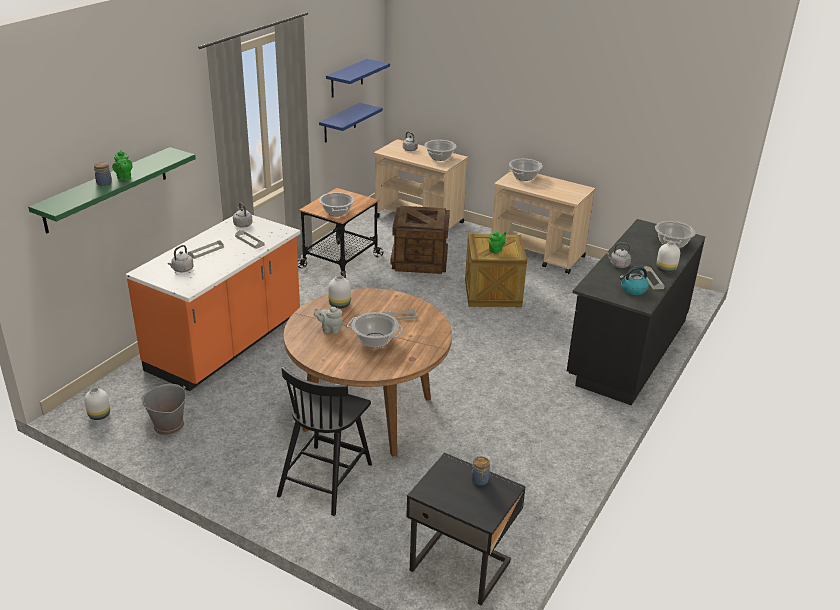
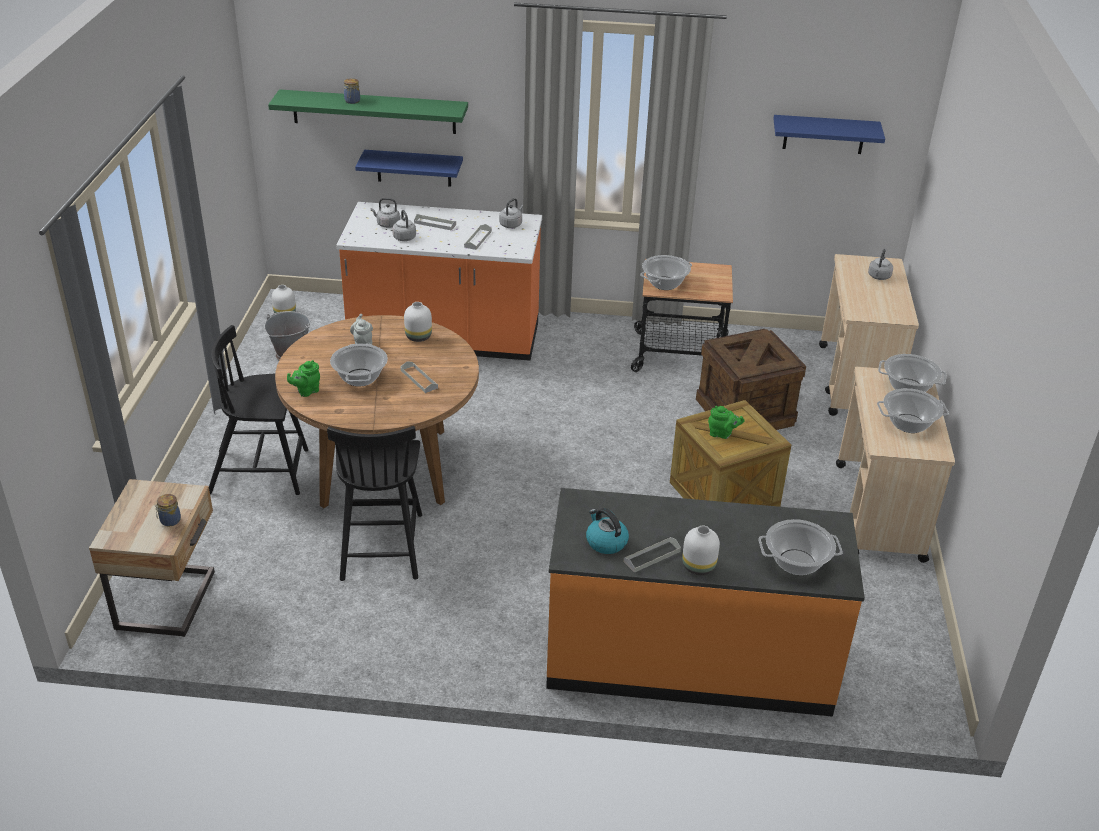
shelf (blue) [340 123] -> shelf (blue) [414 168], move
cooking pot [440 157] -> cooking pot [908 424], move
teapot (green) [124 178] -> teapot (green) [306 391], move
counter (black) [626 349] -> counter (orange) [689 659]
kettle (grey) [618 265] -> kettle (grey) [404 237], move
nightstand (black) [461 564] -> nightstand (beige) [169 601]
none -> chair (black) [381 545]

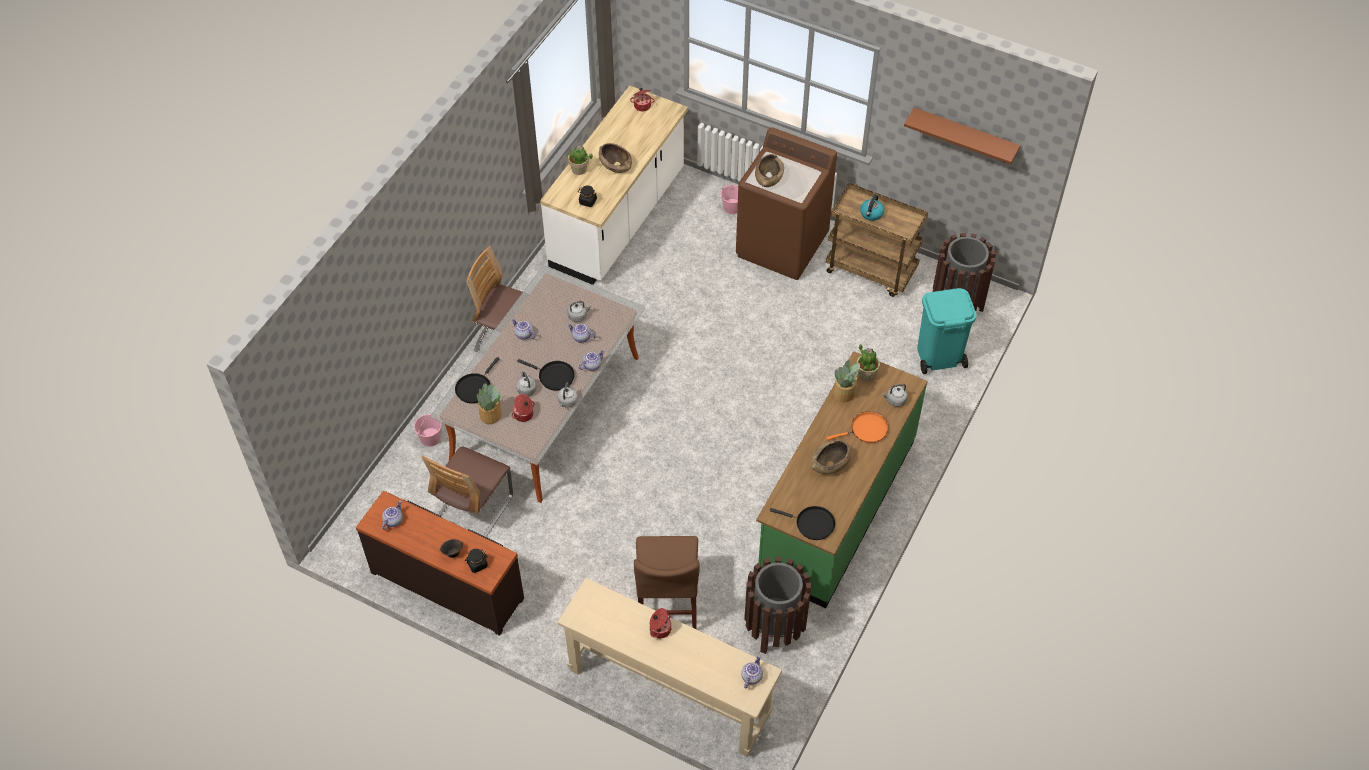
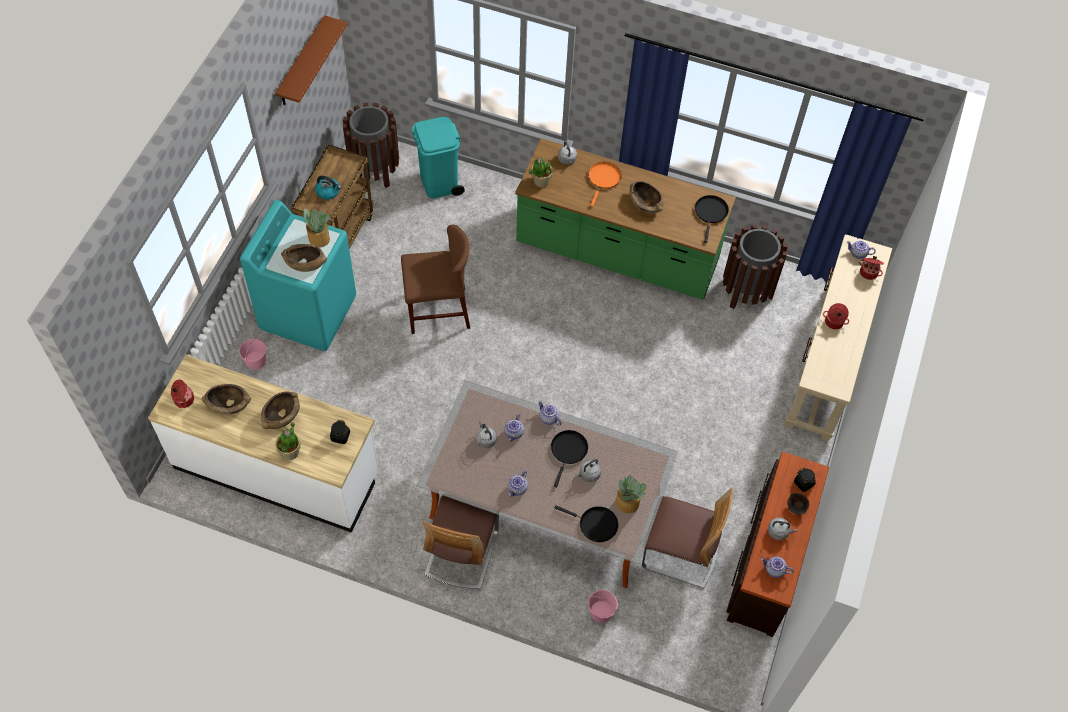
washing machine (brown) [782 245] -> washing machine (turquoise) [308 312]
potted plant [845 393] -> potted plant [318 238], move
kettle (grey) [567 402] -> kettle (grey) [779 532], move
cooking pot [524 415] -> cooking pot [869 272], move
frying pan (orange) [866 430] -> frying pan (orange) [603 179], 45 degrees clockwise
chair (brown) [667 604] -> chair (brown) [438 310], move
none -> bowl (brown) [228 404]

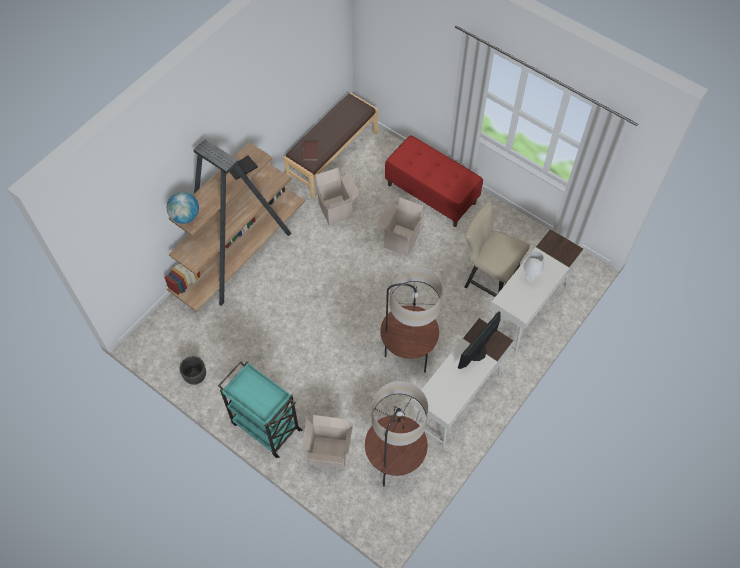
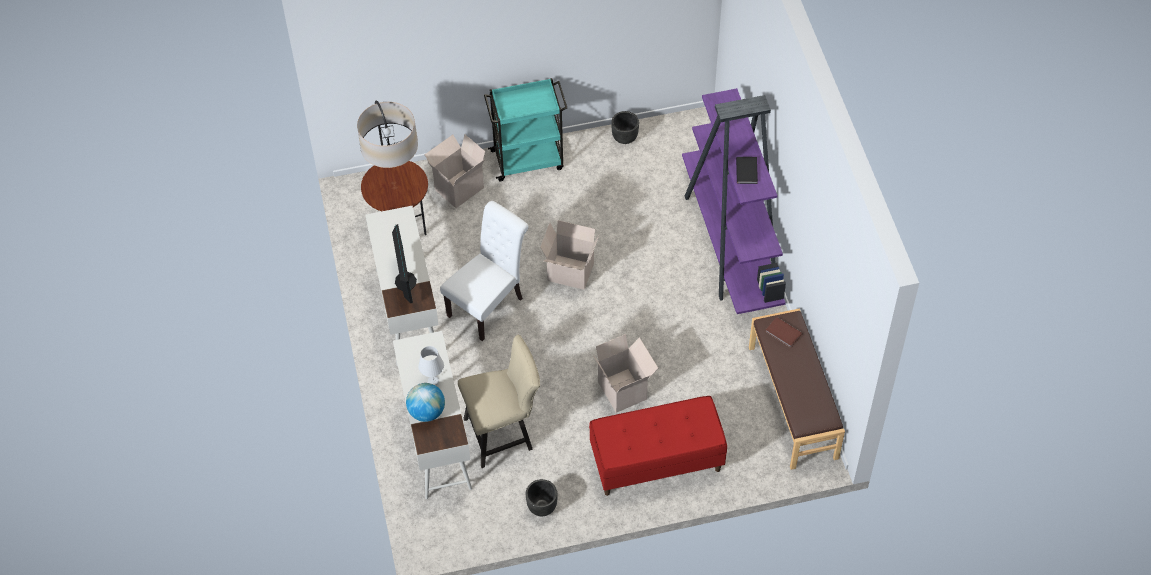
bookcase (brown) [240 255] -> bookcase (purple) [731 243]
cardboard box [336 210] -> cardboard box [569 273], move
globe [185 216] -> globe [426 412], move
floor lamp [407 356] -> chair (white) [489 304]
none -> planter (black) [541 507]

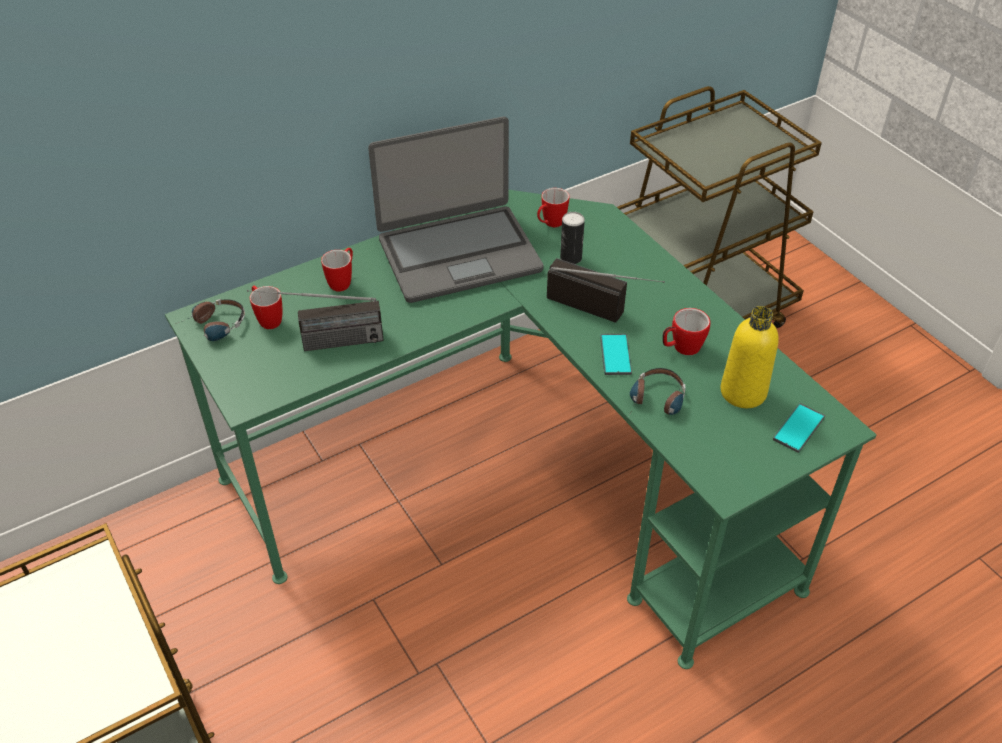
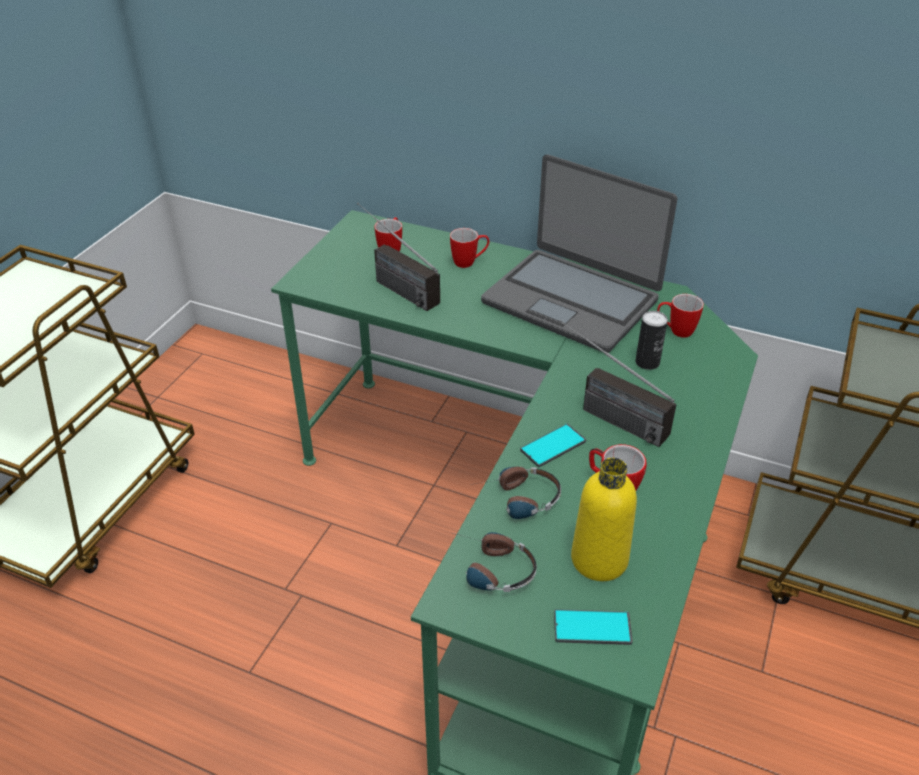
radio [605 310] -> radio [603 413], 135 degrees clockwise
headphones [211 328] -> headphones [489 569], move

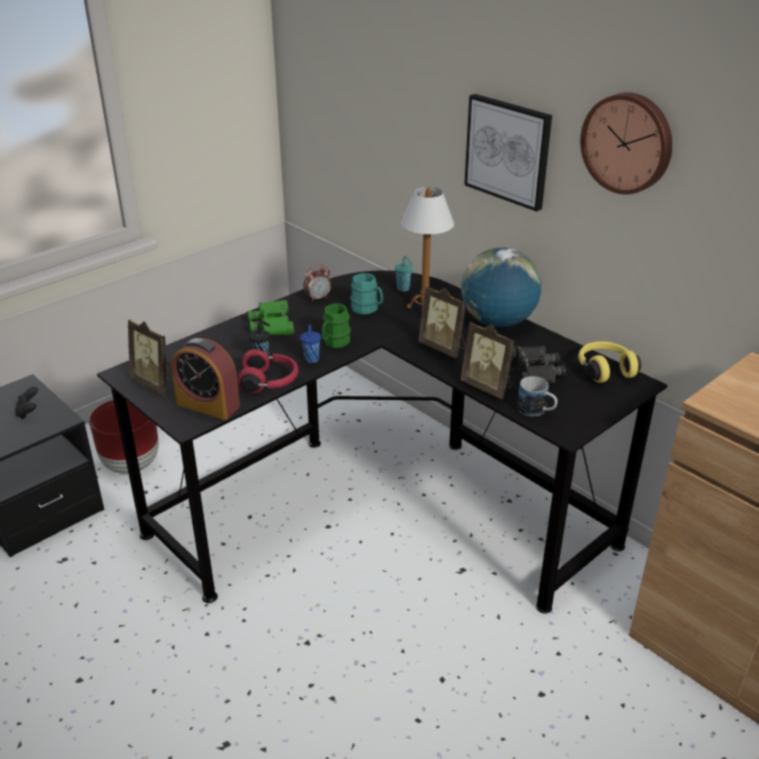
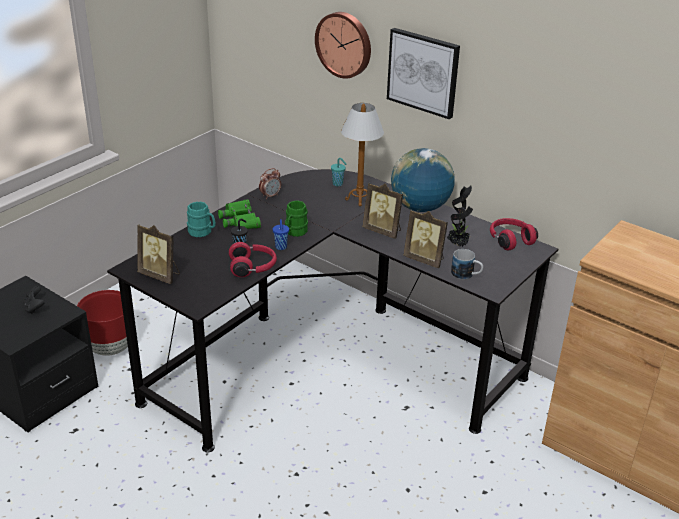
wall clock [628 142] -> wall clock [344 44], move
mug (turquoise) [367 309] -> mug (turquoise) [202 232], move
alarm clock [208 405] -> none
headphones (yellow) [604 370] -> headphones (red) [510 240]
binoculars (black) [535 371] -> potted plant [458 245]

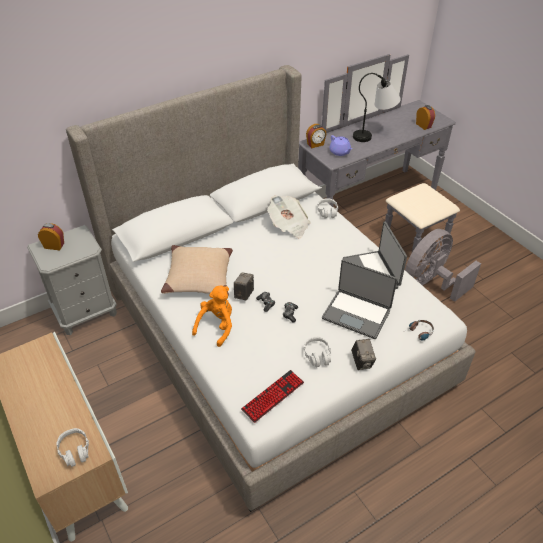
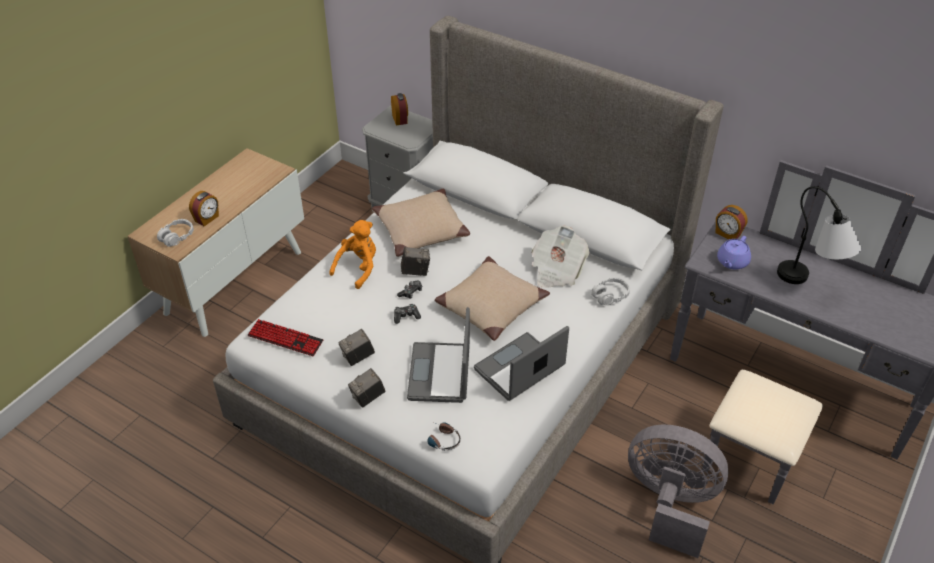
alarm clock [423 125] -> alarm clock [207 219], move
plush toy (orange) [217 326] -> plush toy (orange) [358 268], 60 degrees counterclockwise
headphones (grey) [317 355] -> photo camera [358 357]
none -> pillow (beige) [491 305]

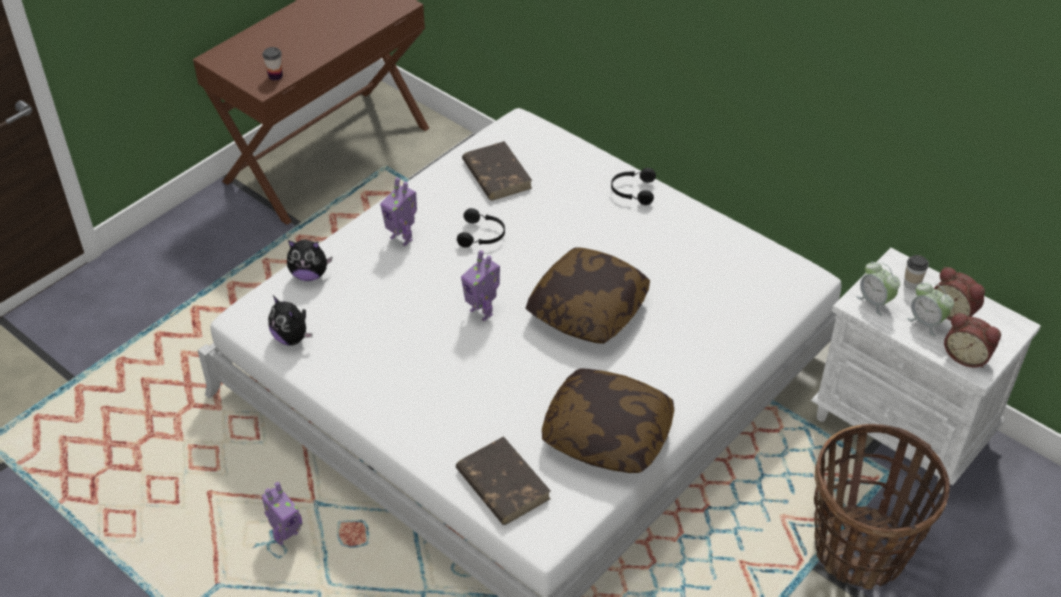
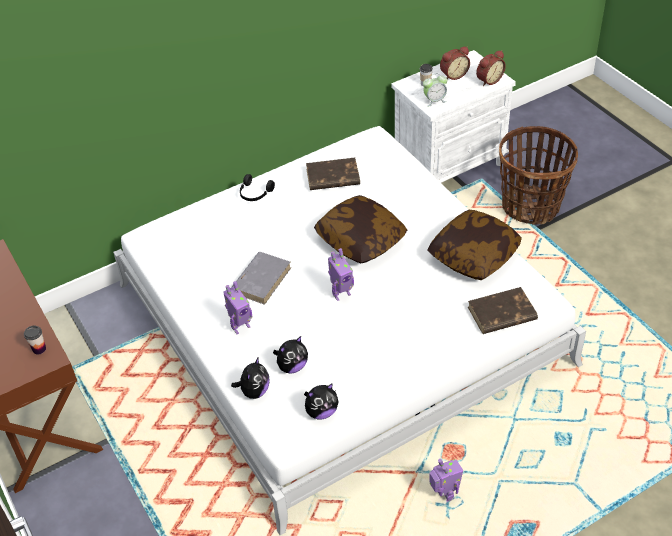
book (brown) [496 174] -> book (brown) [332 177], move
headphones (black) [482 235] -> book (grey) [261 279]
alarm clock [926 322] -> none
none -> plush toy [292 366]

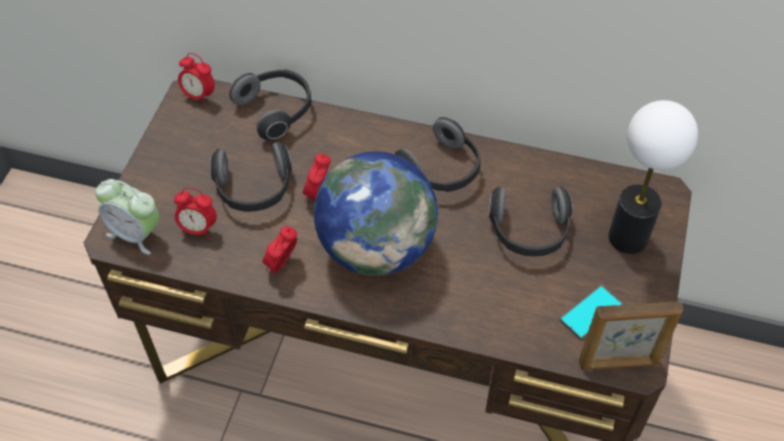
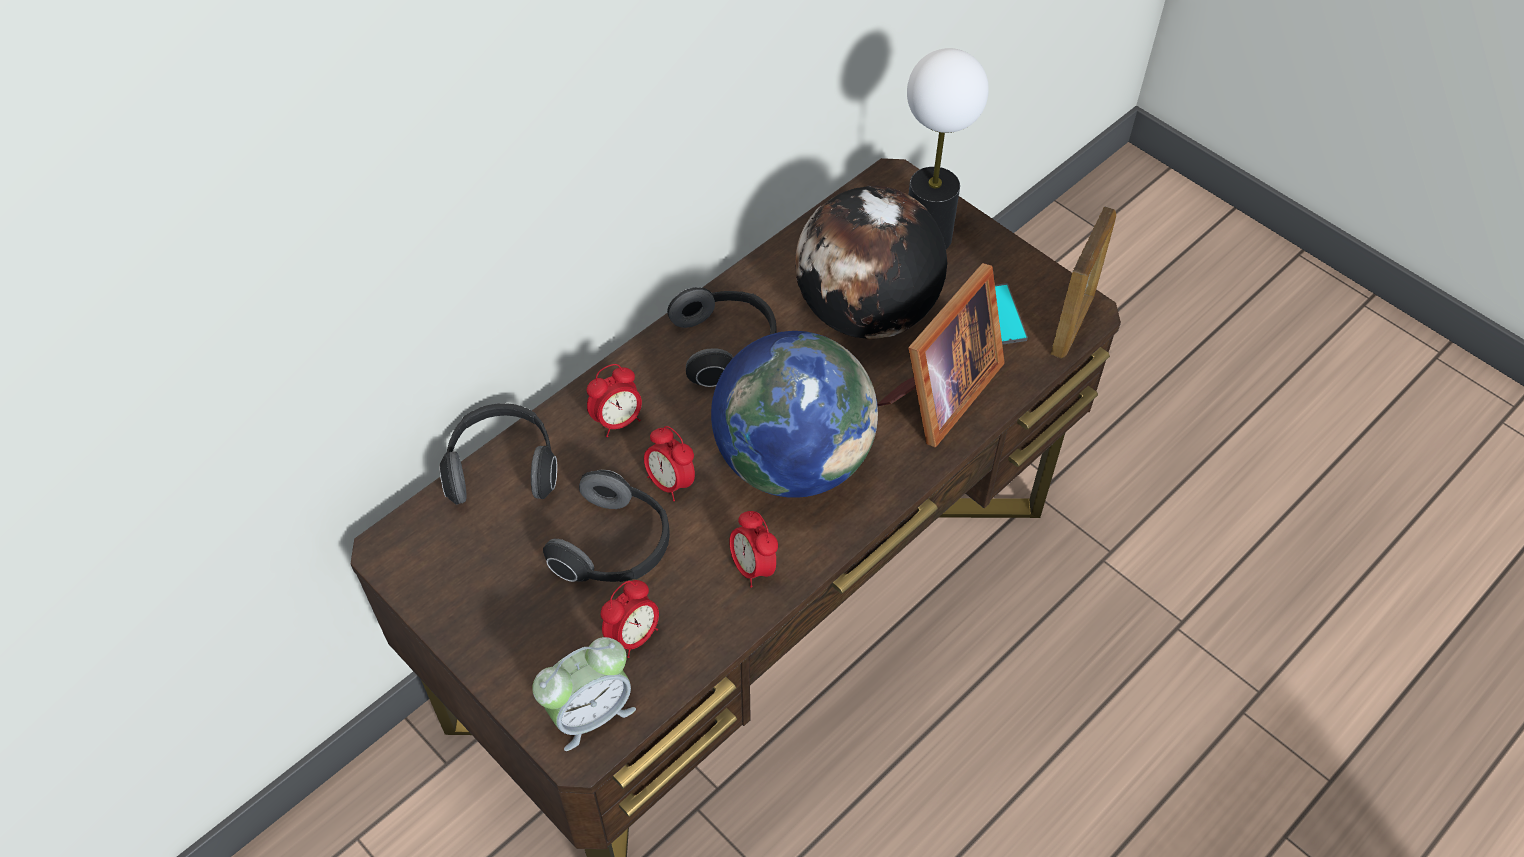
alarm clock [199 95] -> alarm clock [617 421], move
headphones [529 232] -> globe [866 313]
none -> picture frame [938 394]

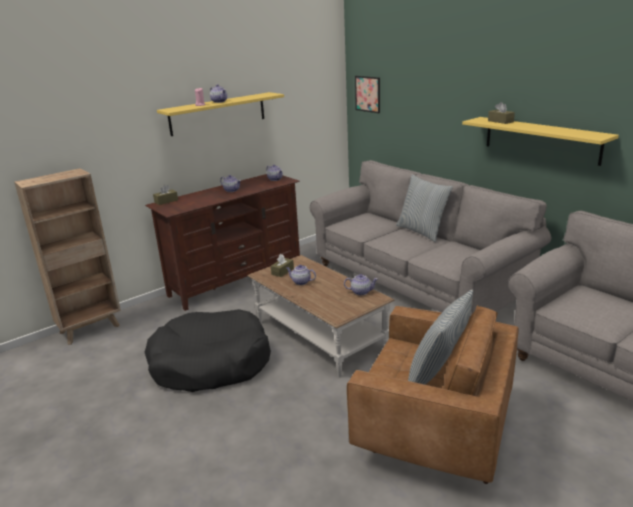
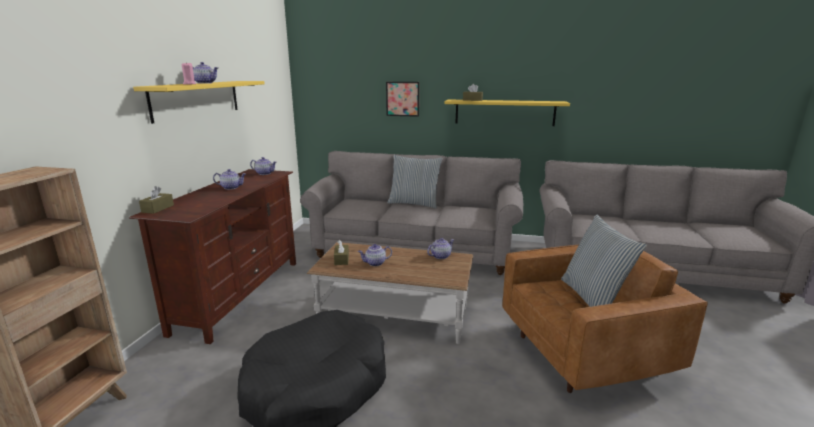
picture [367 94] -> picture [402 99], move

